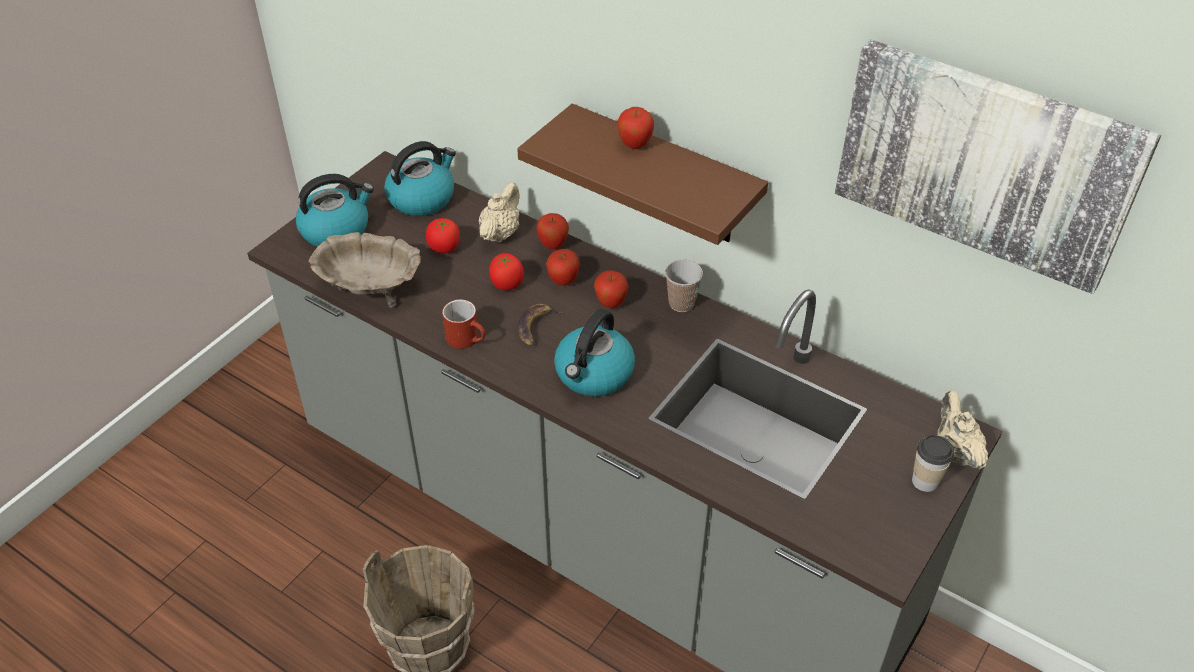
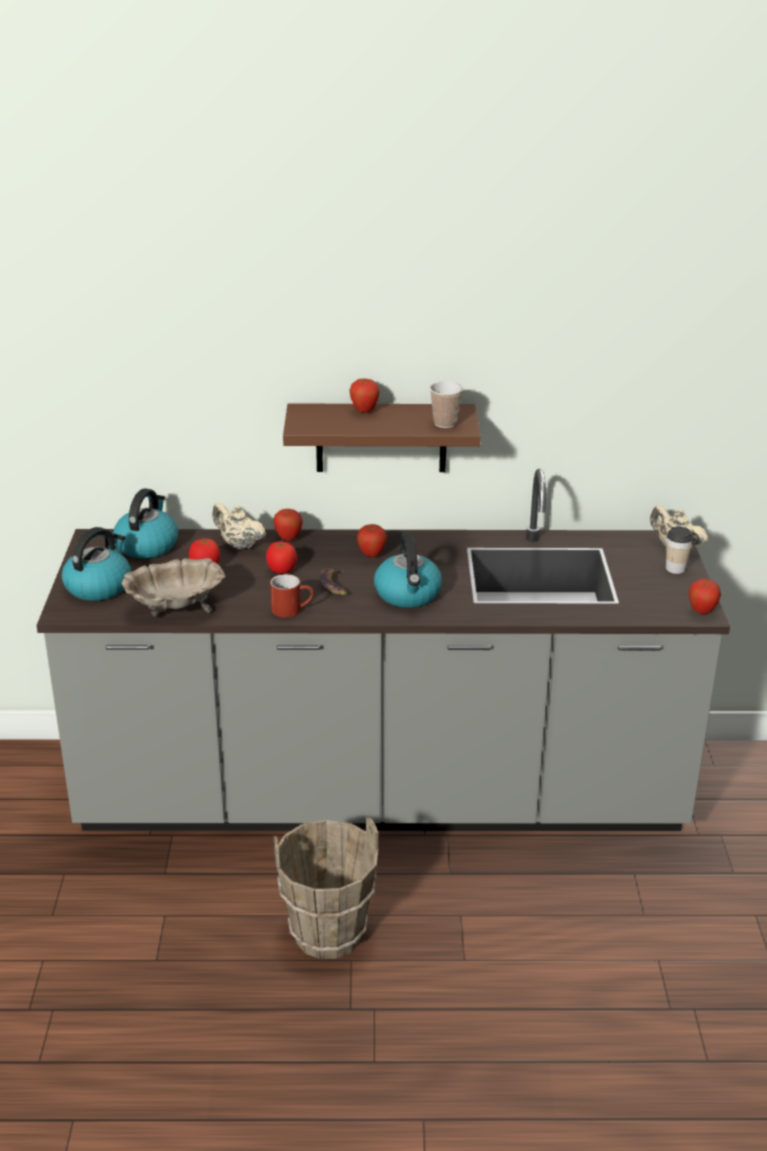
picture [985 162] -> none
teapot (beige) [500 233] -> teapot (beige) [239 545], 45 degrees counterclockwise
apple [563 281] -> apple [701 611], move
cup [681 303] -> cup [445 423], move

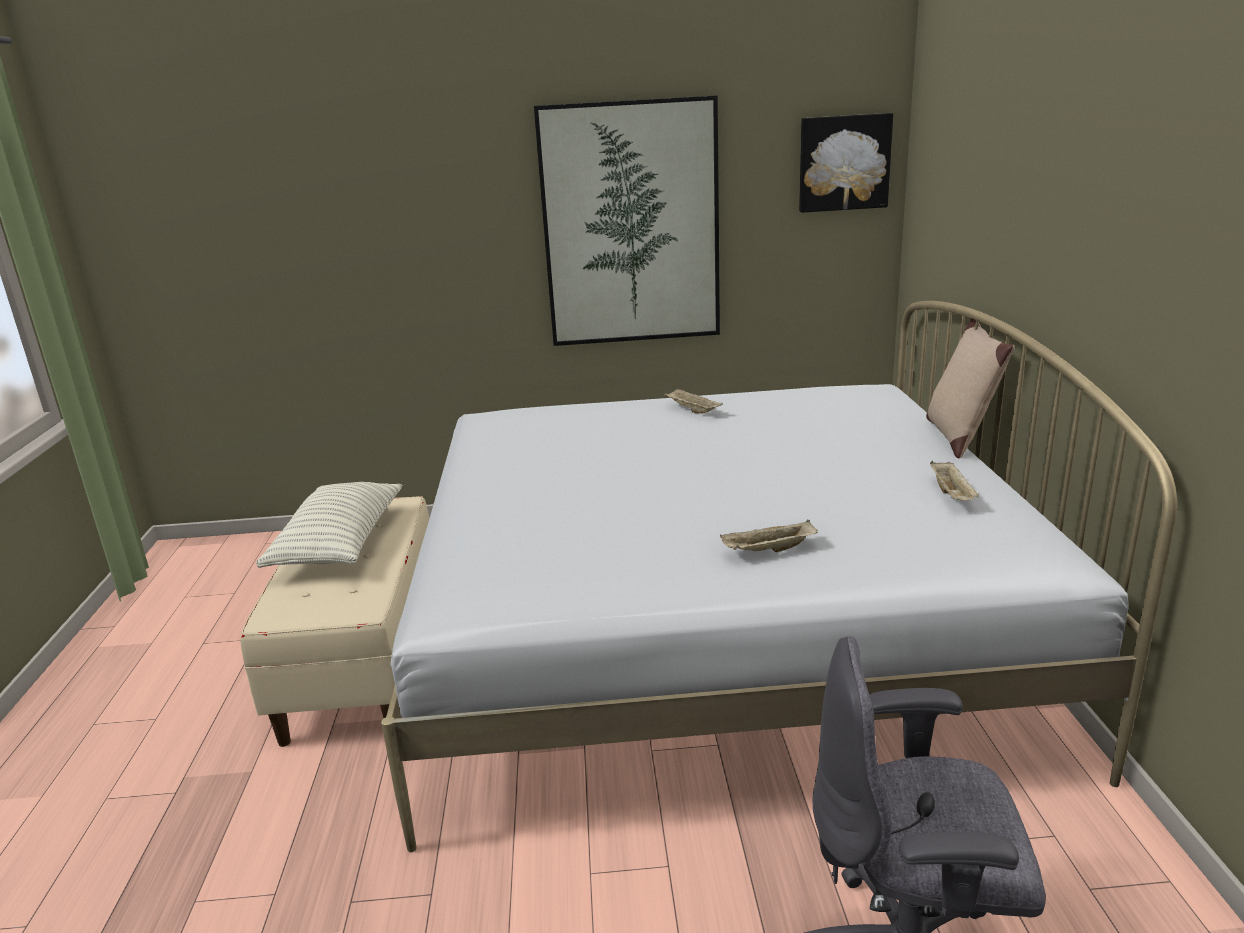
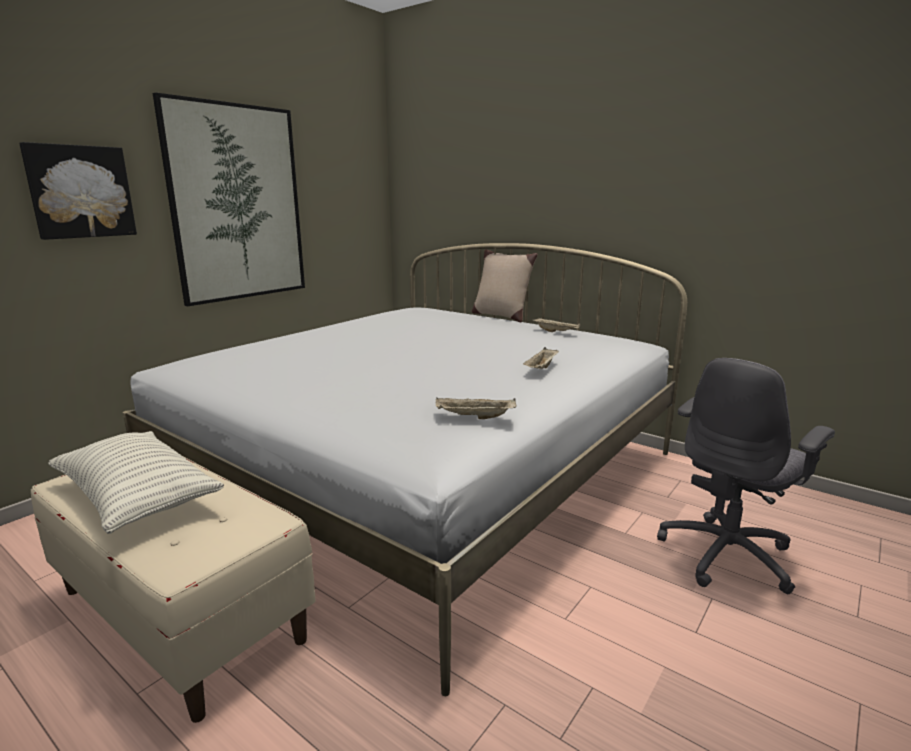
picture [843 163] -> picture [80 192], move
tray (beige) [692 410] -> tray (beige) [474 417], move

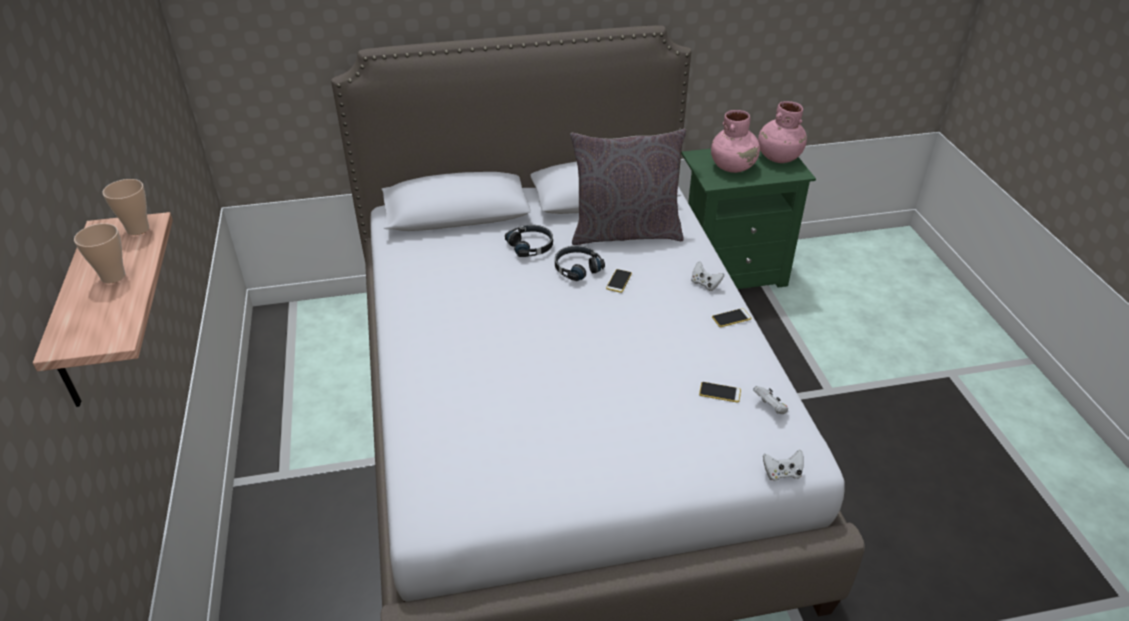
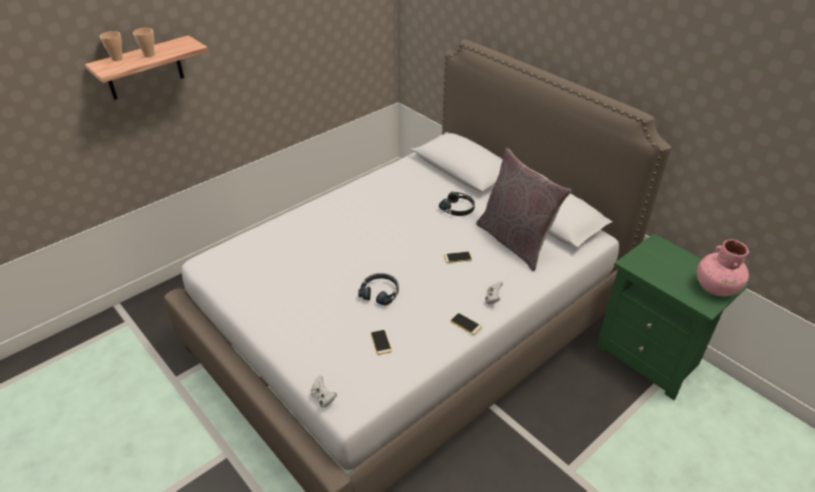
vase (pink) [733 167] -> none
cup [138 229] -> cup [117 58], move
headphones (black) [577 268] -> headphones (black) [380 292], move
game controller (white) [770 408] -> none

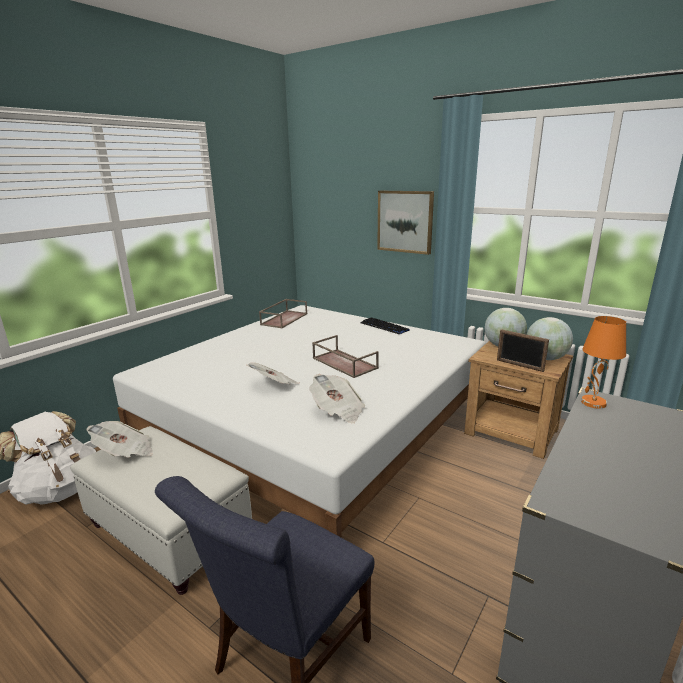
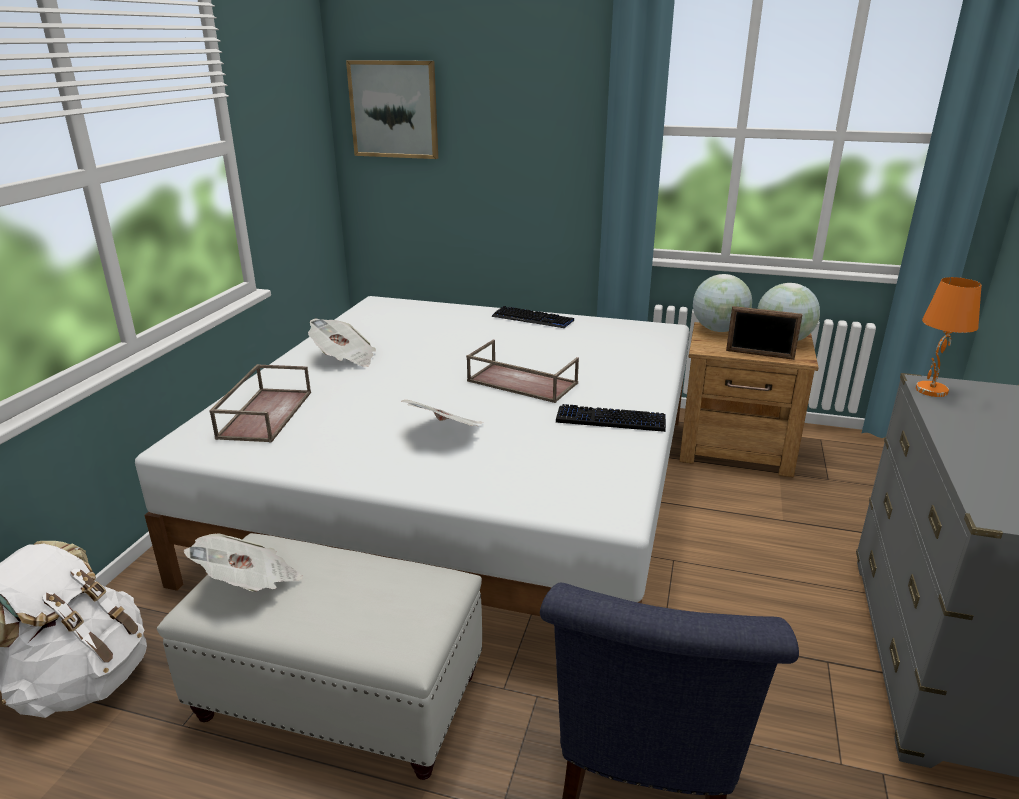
picture [405 221] -> picture [394 109], move
tray (brown) [284 319] -> tray (brown) [265 414], move
newspaper [338 411] -> newspaper [345 358], move
none -> keyboard [610 419]

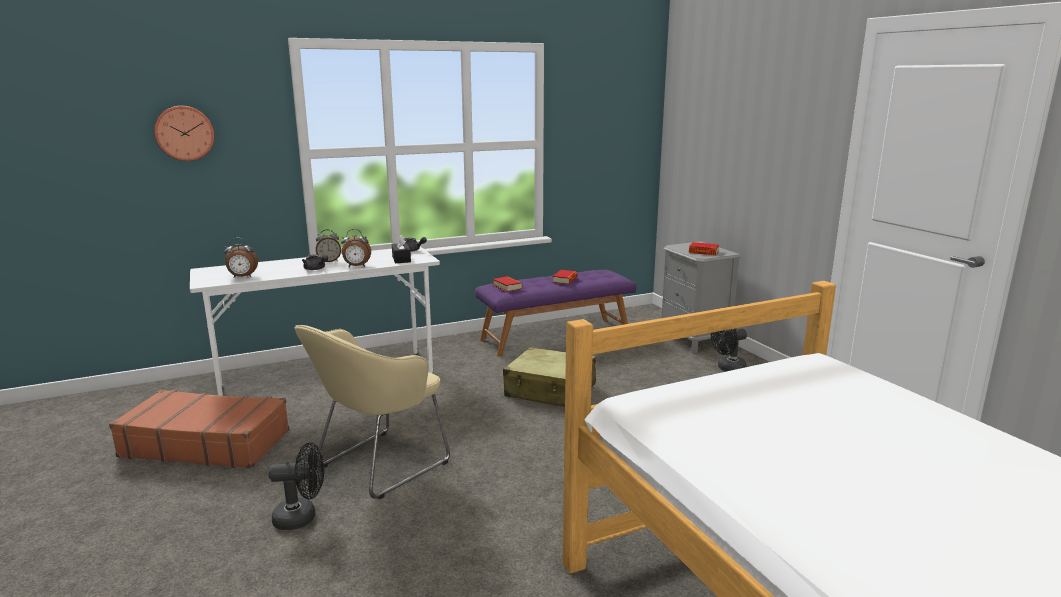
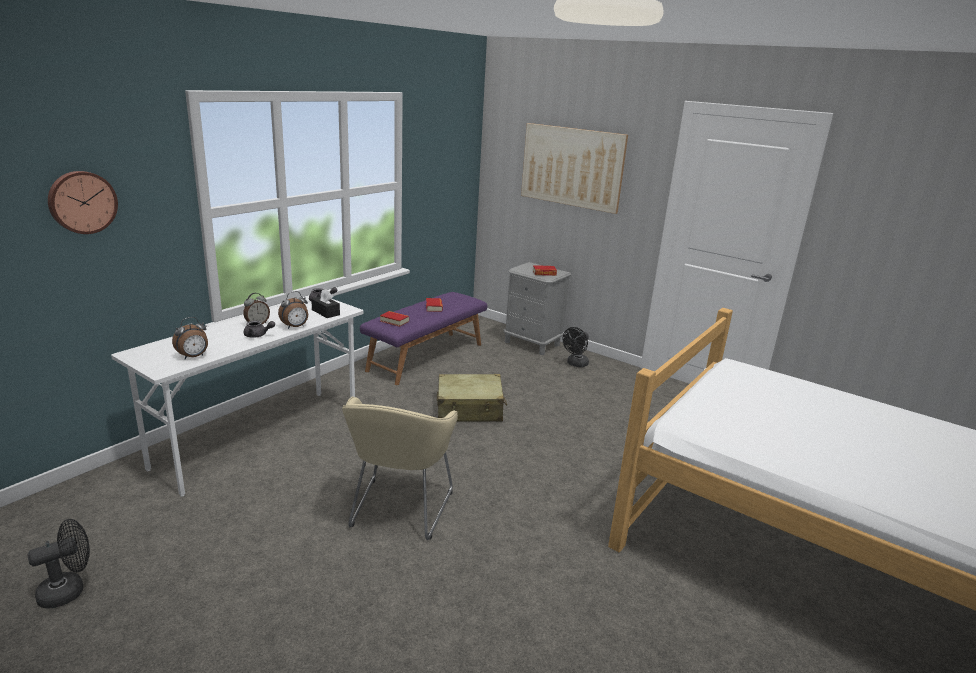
suitcase (brown) [206 443] -> none
fan (black) [302 517] -> fan (black) [69 590], move
none -> picture [572 167]

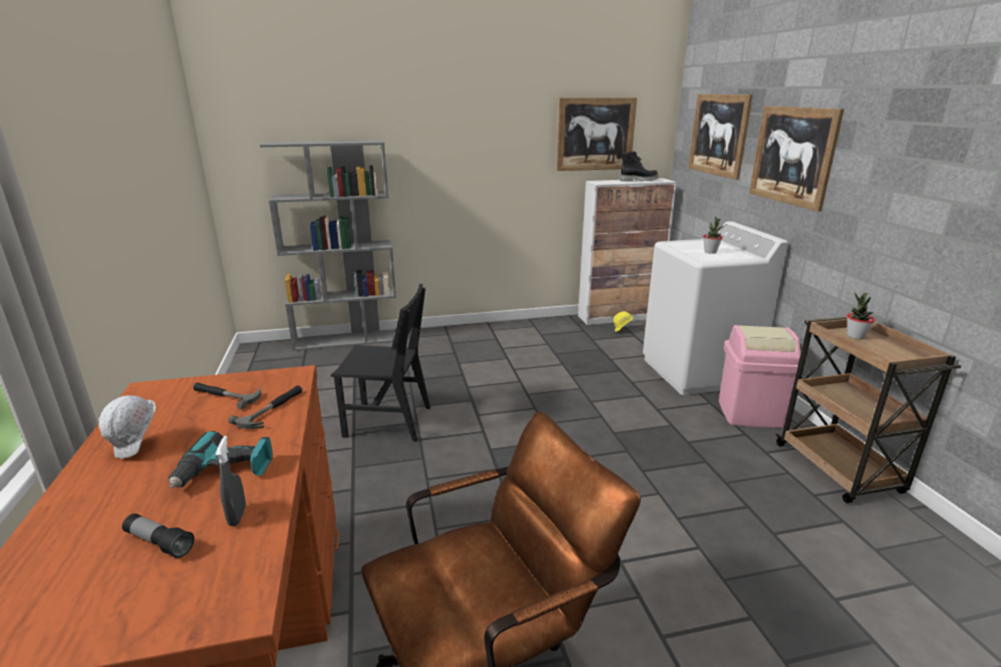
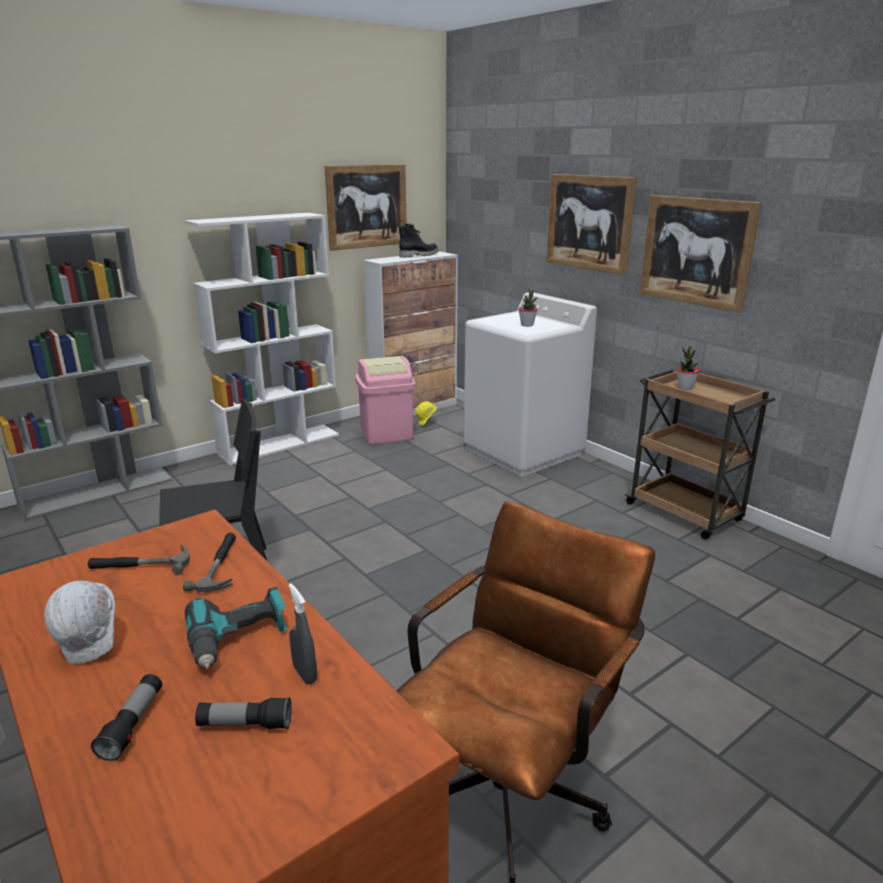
picture [718 135] -> picture [696 251], move
trash can (pink) [750 414] -> trash can (pink) [386 434], move
none -> bookcase (white) [280 444]
none -> flashlight [133 725]

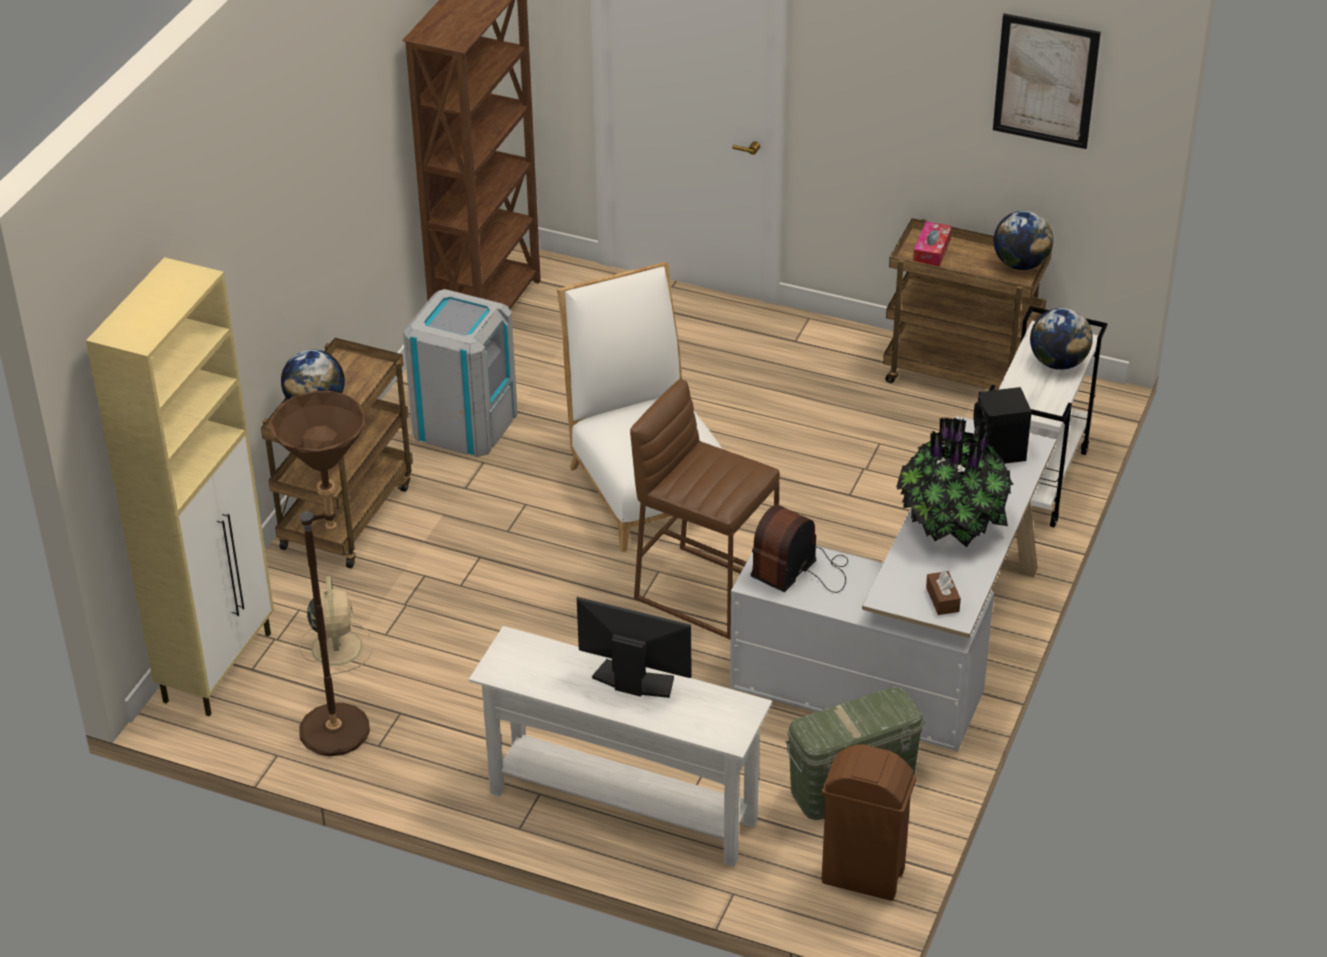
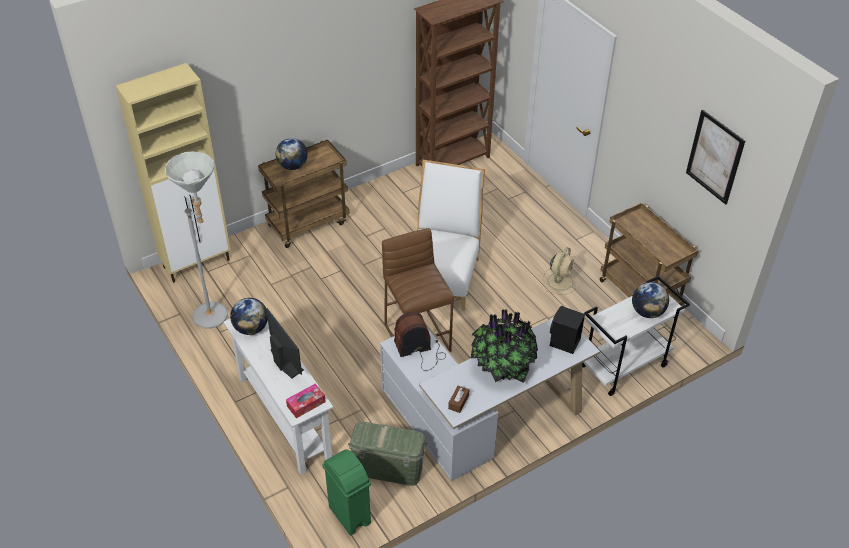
globe [1020 264] -> globe [251 328], move
tissue box [932 251] -> tissue box [306 404], move
trash can (grey) [465 423] -> none
floor lamp (brown) [350 728] -> floor lamp (grey) [217 318]
fan (beige) [336 646] -> fan (beige) [560 281], move
trash can (brown) [863 877] -> trash can (green) [349 516]

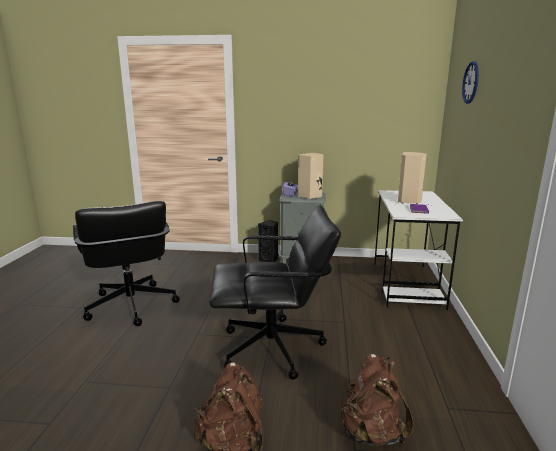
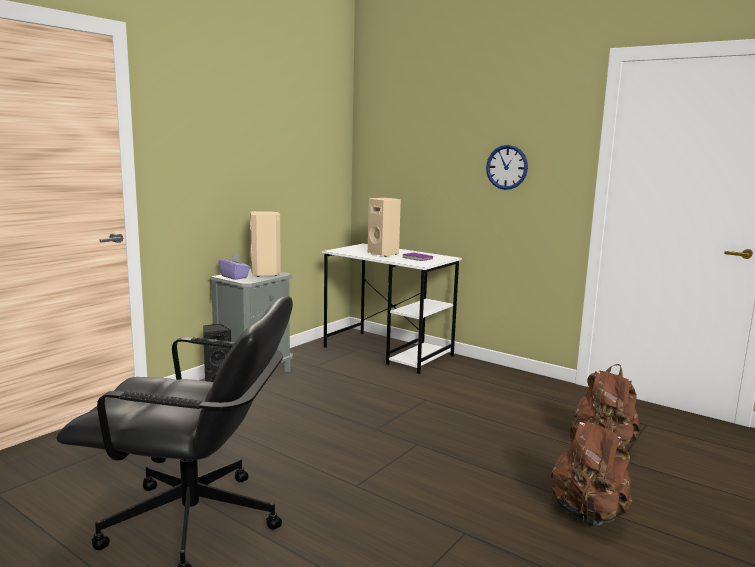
wall clock [471 82] -> wall clock [507 167], move
office chair (black) [273 348] -> none

